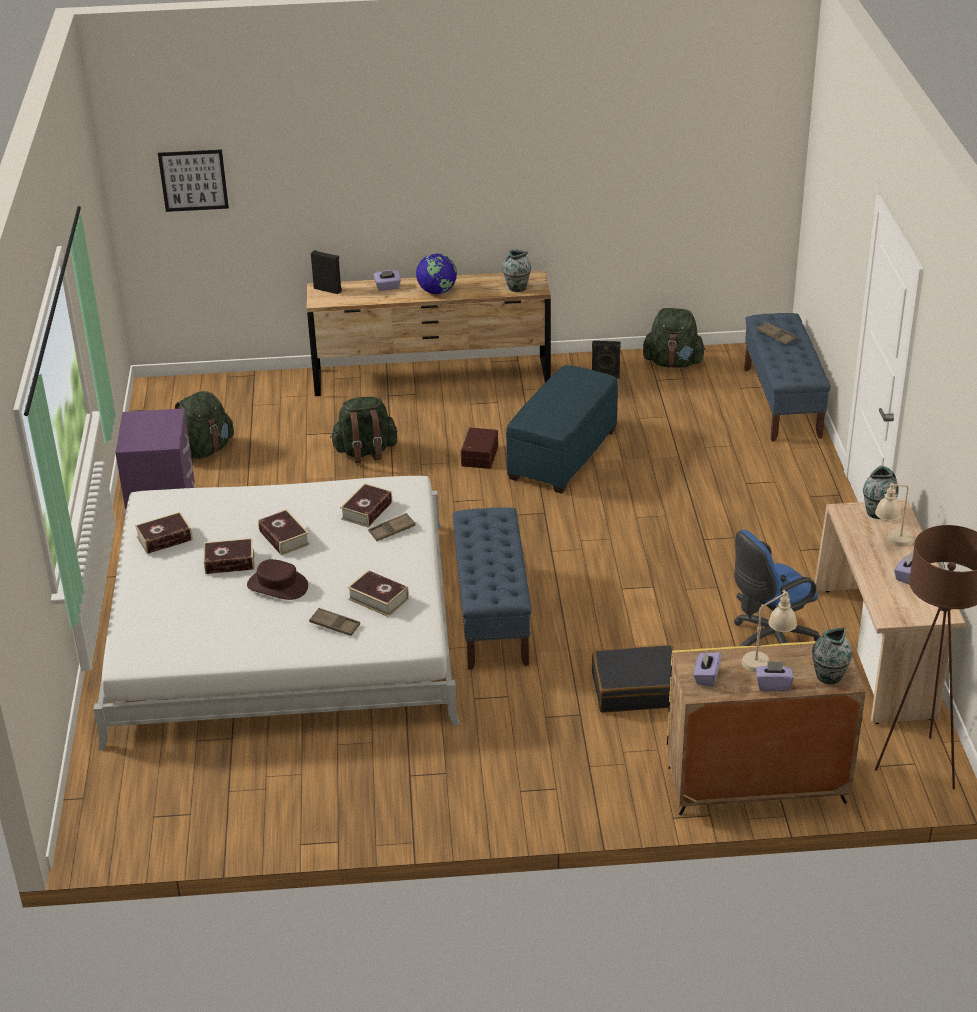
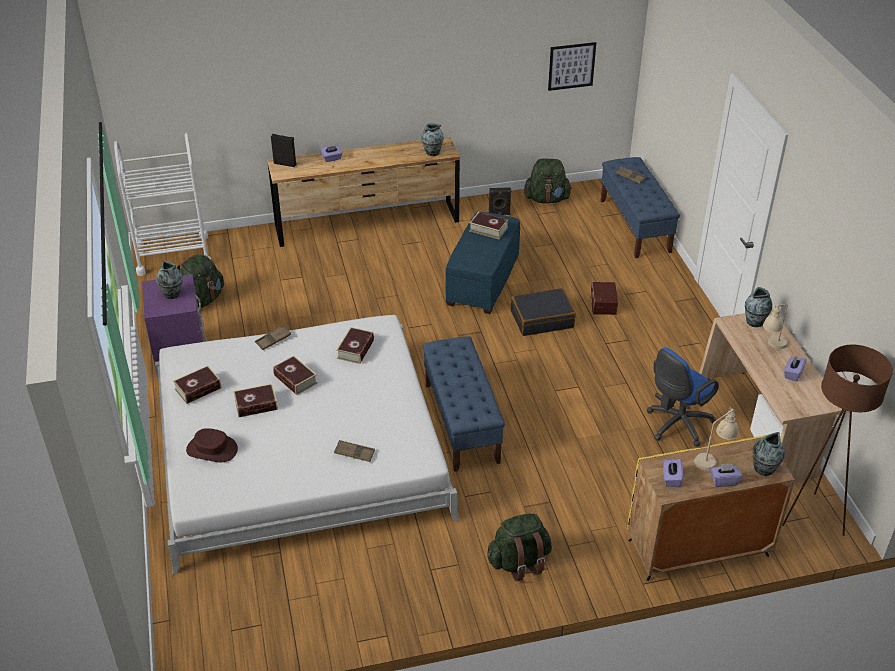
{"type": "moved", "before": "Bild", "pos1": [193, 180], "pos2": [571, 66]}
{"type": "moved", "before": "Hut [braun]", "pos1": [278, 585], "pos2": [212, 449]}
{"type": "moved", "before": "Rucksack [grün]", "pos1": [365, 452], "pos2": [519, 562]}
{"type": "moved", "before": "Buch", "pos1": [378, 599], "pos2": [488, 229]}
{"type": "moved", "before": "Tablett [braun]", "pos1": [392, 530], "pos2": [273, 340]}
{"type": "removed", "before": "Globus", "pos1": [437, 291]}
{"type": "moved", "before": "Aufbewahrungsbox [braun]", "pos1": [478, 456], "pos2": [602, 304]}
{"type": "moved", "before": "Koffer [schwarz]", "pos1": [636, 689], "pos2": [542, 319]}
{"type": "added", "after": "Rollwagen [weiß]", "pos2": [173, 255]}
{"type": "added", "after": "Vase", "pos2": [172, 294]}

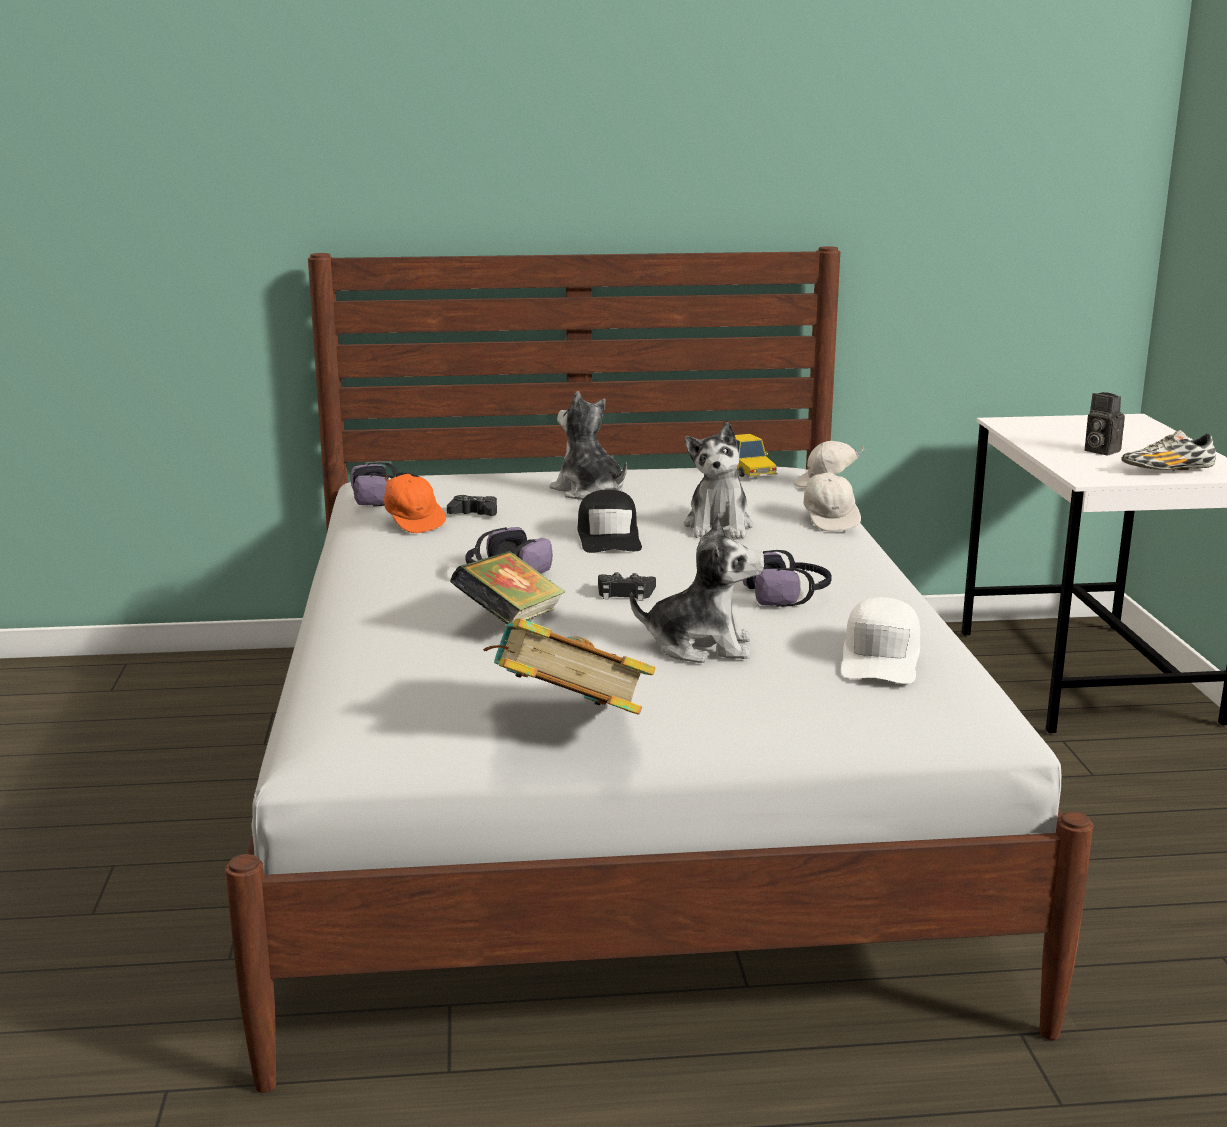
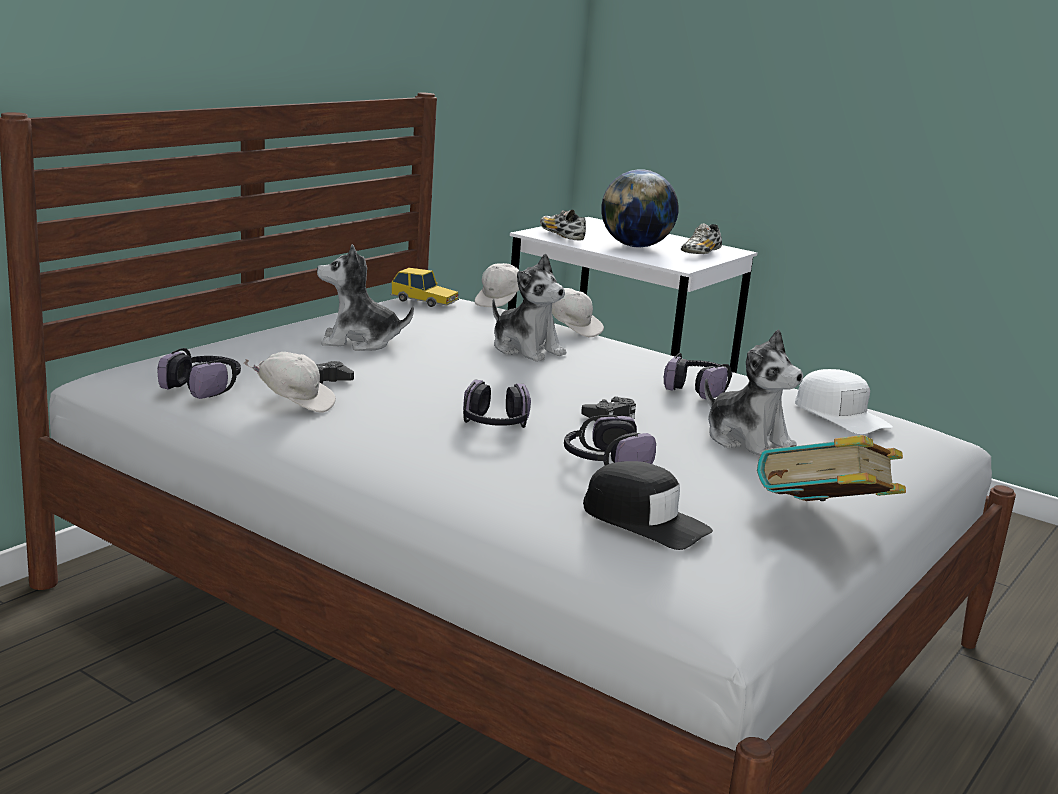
{"type": "recoloured", "before": "Kappe [orange]", "after": "Kappe [weiß]", "pos1": [413, 522], "pos2": [295, 402]}
{"type": "replaced", "before": "Buch", "after": "Kopfhörer", "pos1": [510, 622], "pos2": [604, 462]}
{"type": "moved", "before": "Kappe [schwarz]", "pos1": [609, 537], "pos2": [644, 521]}
{"type": "turned", "before": "Plüschtier", "pos1": [700, 646], "pos2": [747, 440], "turn": 90}
{"type": "replaced", "before": "Kamera", "after": "Globus", "pos1": [1099, 451], "pos2": [636, 246]}
{"type": "added", "after": "Schuh", "pos2": [561, 236]}

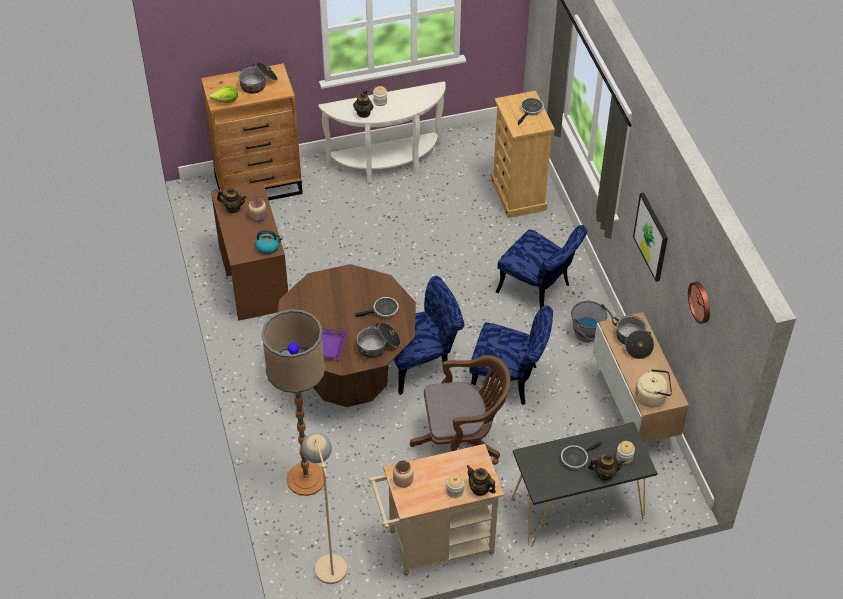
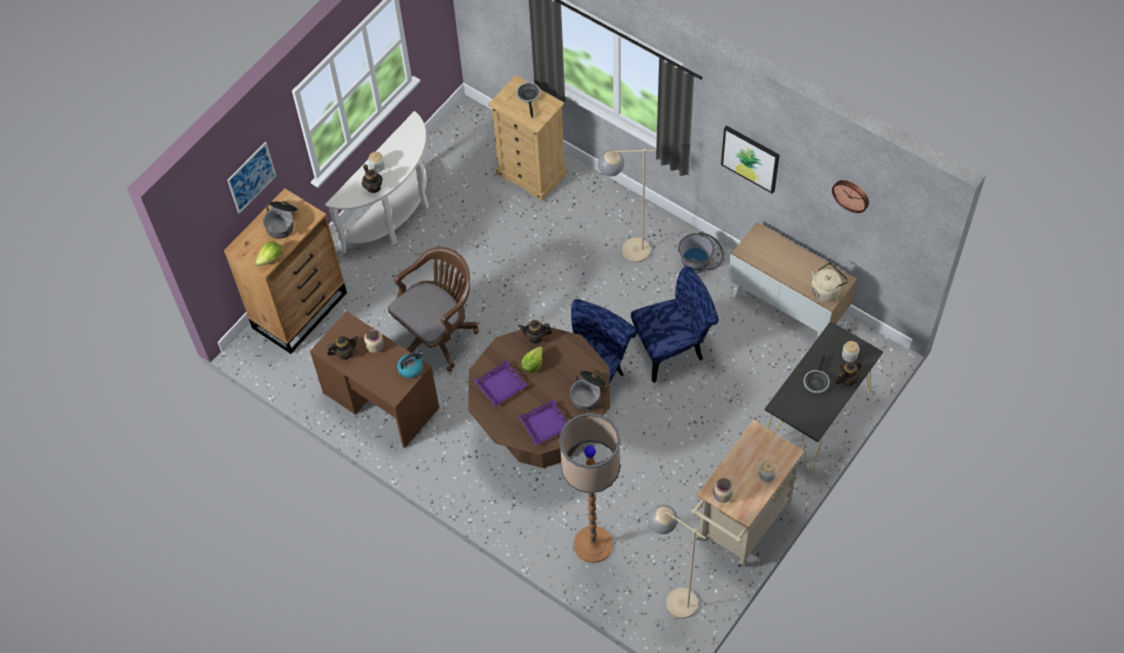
{"type": "removed", "before": "Pfanne", "pos1": [383, 311]}
{"type": "moved", "before": "Bürostuhl [braun]", "pos1": [462, 443], "pos2": [437, 333]}
{"type": "moved", "before": "Teekanne", "pos1": [480, 489], "pos2": [536, 337]}
{"type": "replaced", "before": "Stuhl [blau]", "after": "Stehlampe [beige]", "pos1": [539, 290], "pos2": [625, 251]}
{"type": "removed", "before": "Kochtopf", "pos1": [632, 341]}
{"type": "added", "after": "Bild", "pos2": [251, 177]}
{"type": "added", "after": "Tablett [lila]", "pos2": [501, 385]}
{"type": "added", "after": "Salatkopf", "pos2": [532, 364]}

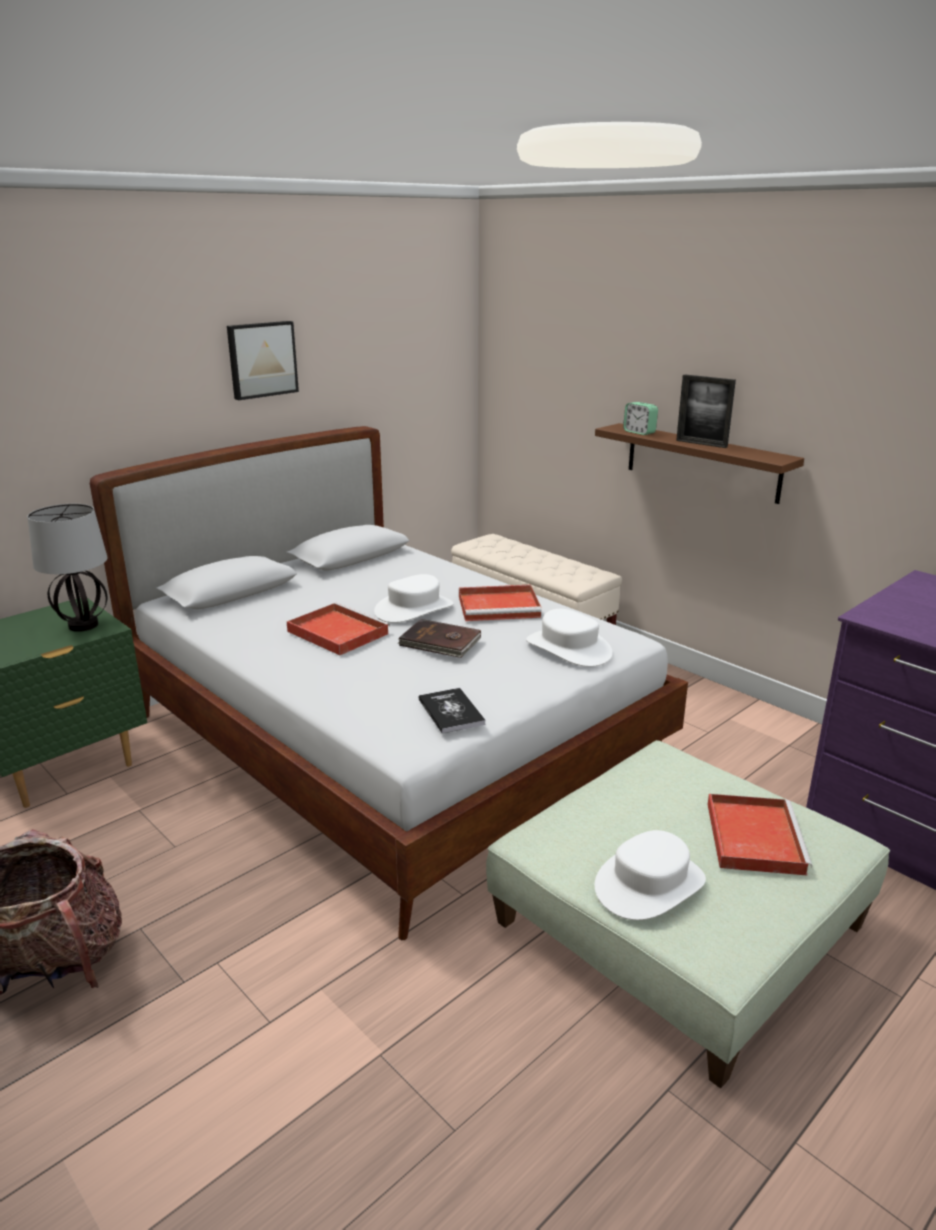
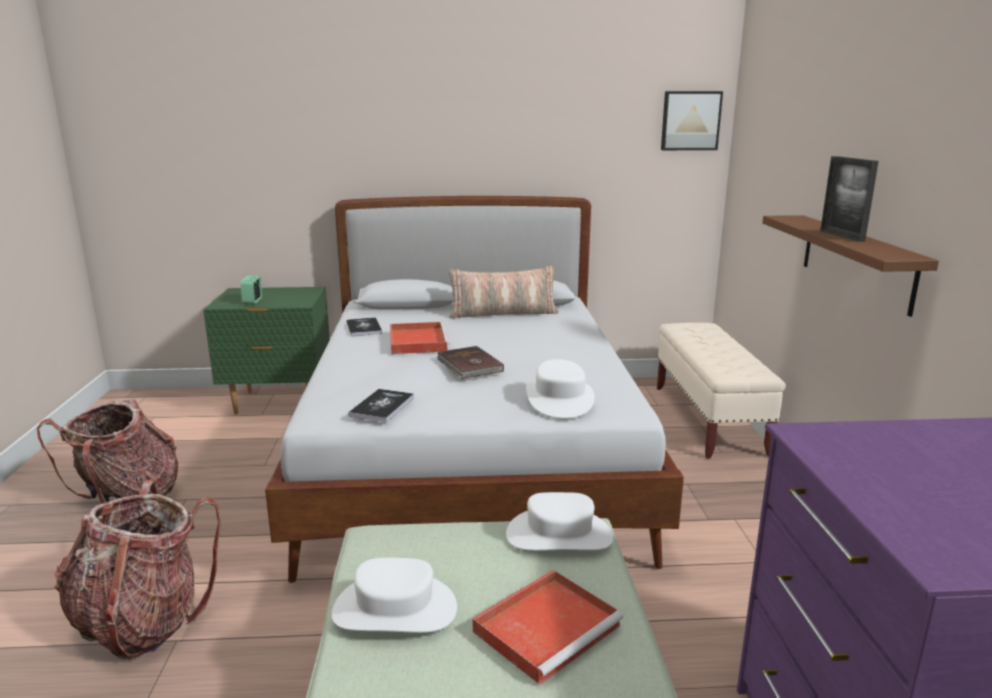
{"type": "removed", "before": "Tischlampe", "pos1": [83, 626]}
{"type": "moved", "before": "Bild", "pos1": [261, 359], "pos2": [690, 121]}
{"type": "moved", "before": "Hut [weiß]", "pos1": [414, 609], "pos2": [559, 535]}
{"type": "removed", "before": "Tablett [rot]", "pos1": [500, 606]}
{"type": "moved", "before": "Wecker", "pos1": [639, 432], "pos2": [253, 301]}
{"type": "added", "after": "Rucksack", "pos2": [143, 622]}
{"type": "added", "after": "Buch", "pos2": [364, 328]}
{"type": "added", "after": "Kissen", "pos2": [503, 314]}

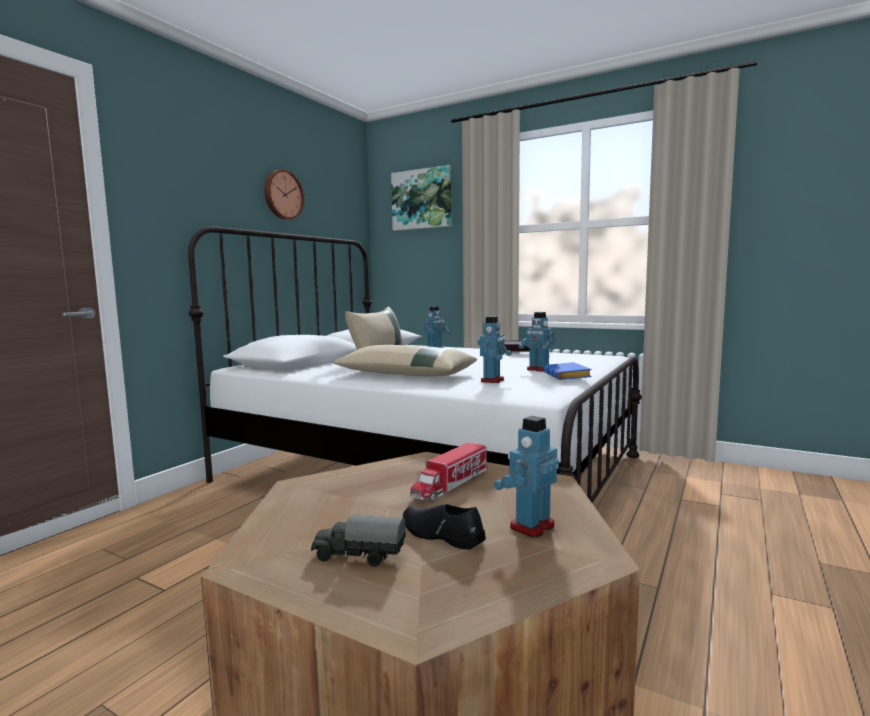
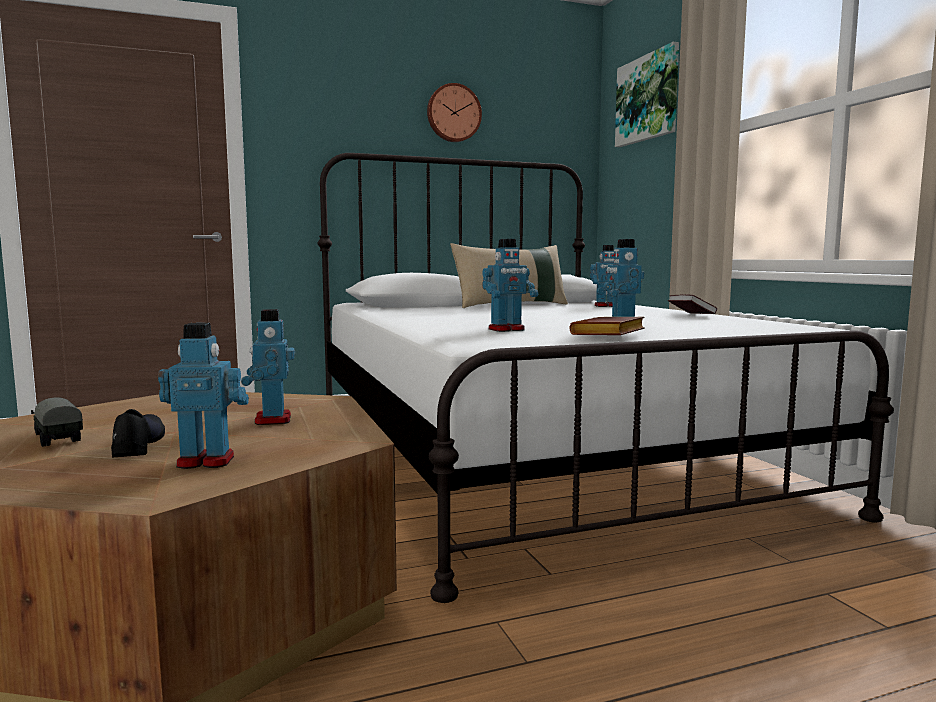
{"type": "removed", "before": "Kissen [beige]", "pos1": [405, 375]}
{"type": "replaced", "before": "Spielzeuglaster", "after": "Spielzeugroboter", "pos1": [450, 484], "pos2": [272, 420]}
{"type": "recoloured", "before": "Buch [blau]", "after": "Buch [braun]", "pos1": [568, 376], "pos2": [609, 334]}

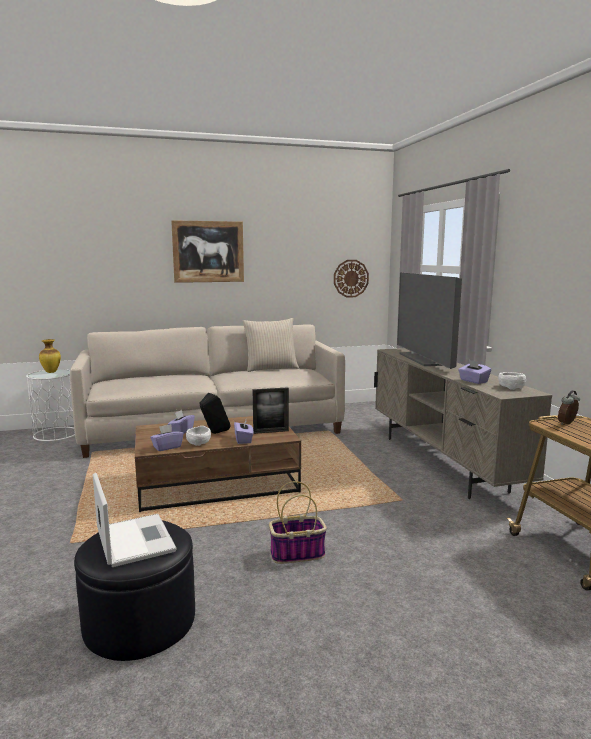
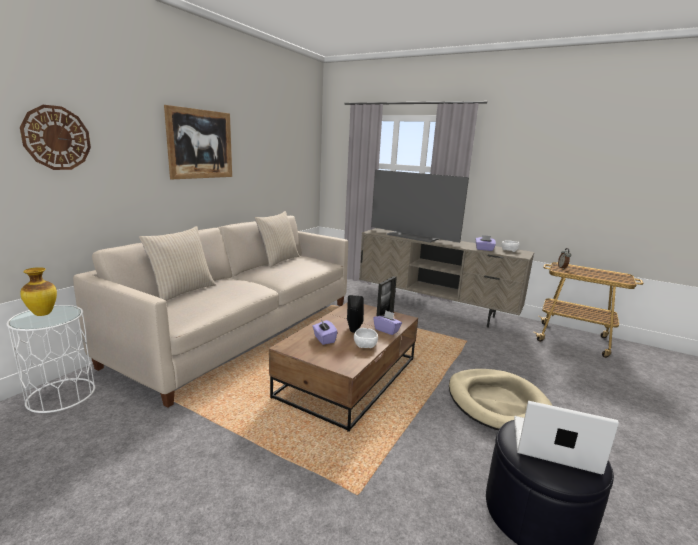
{"type": "removed", "before": "Taschentuchbox [lila]", "pos1": [167, 447]}
{"type": "replaced", "before": "Korb", "after": "Hundebett [beige]", "pos1": [298, 553], "pos2": [497, 403]}
{"type": "moved", "before": "Wanduhr", "pos1": [351, 278], "pos2": [56, 138]}
{"type": "added", "after": "Kissen [beige]", "pos2": [182, 291]}

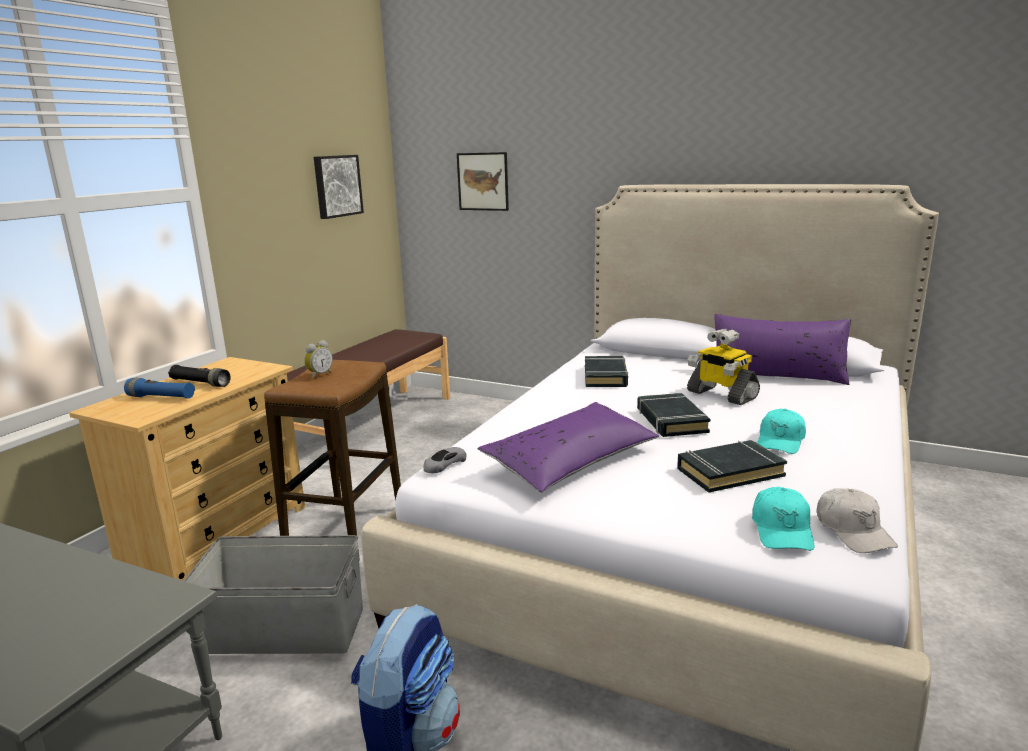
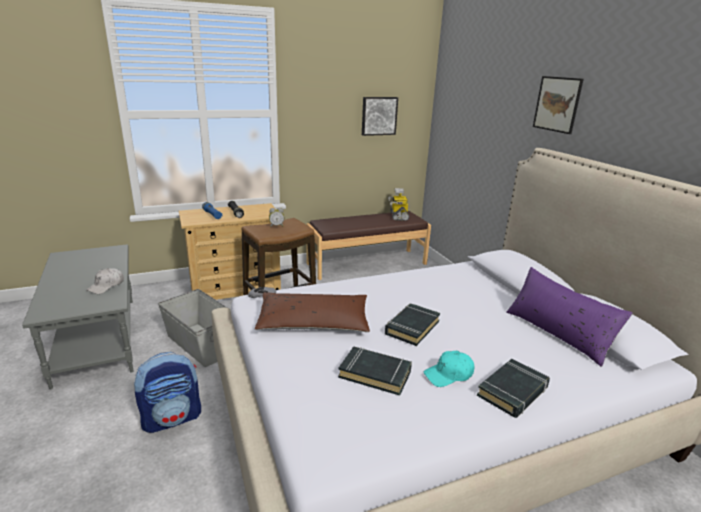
{"type": "moved", "before": "Bild", "pos1": [483, 181], "pos2": [557, 104]}
{"type": "recoloured", "before": "Kissen [lila]", "after": "Kissen [braun]", "pos1": [571, 461], "pos2": [313, 323]}
{"type": "moved", "before": "Buch [schwarz]", "pos1": [605, 376], "pos2": [513, 392]}
{"type": "moved", "before": "Spielzeugroboter", "pos1": [721, 395], "pos2": [398, 216]}
{"type": "removed", "before": "Kappe [türkis]", "pos1": [782, 530]}
{"type": "moved", "before": "Kappe [weiß]", "pos1": [853, 531], "pos2": [106, 286]}

